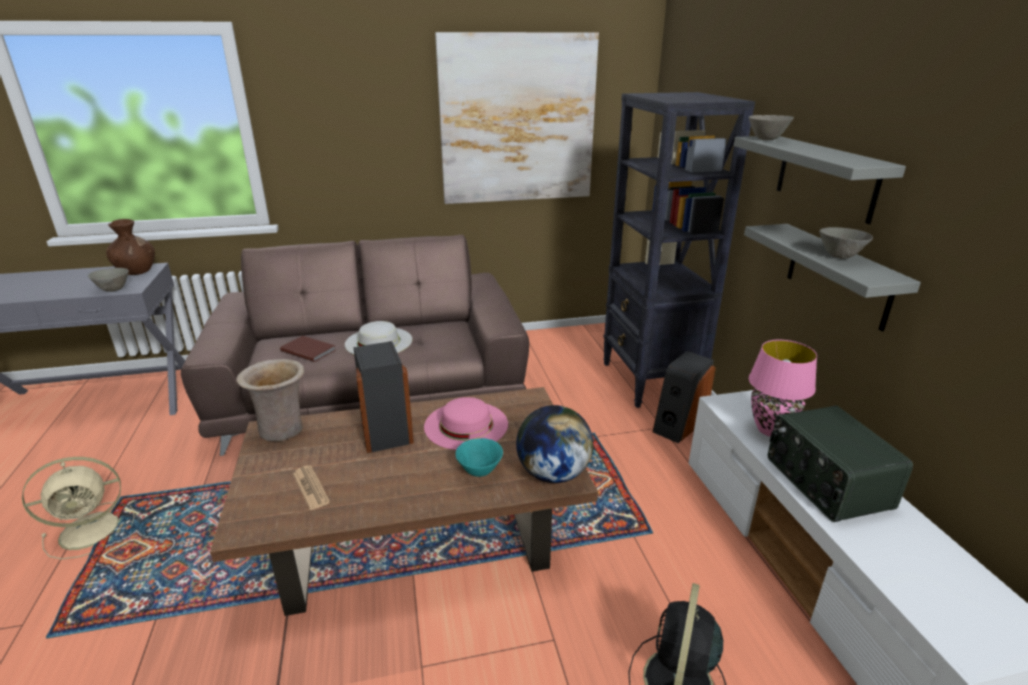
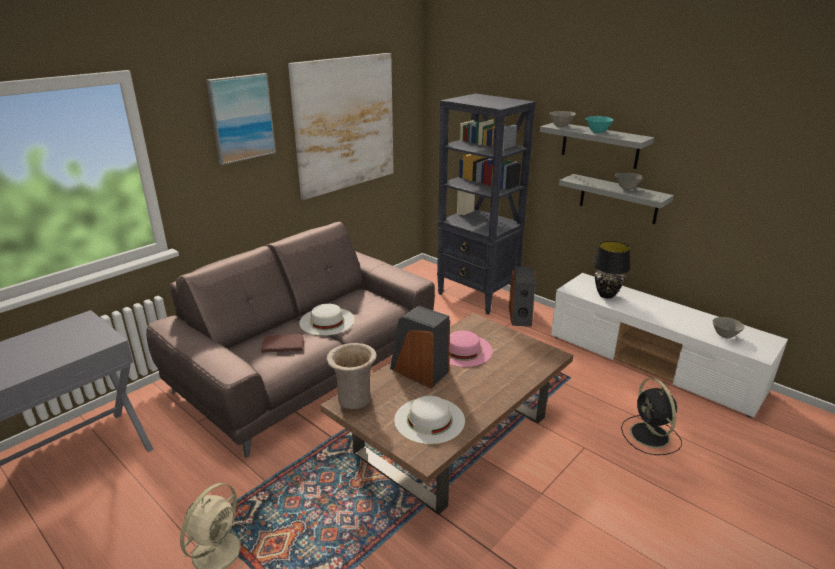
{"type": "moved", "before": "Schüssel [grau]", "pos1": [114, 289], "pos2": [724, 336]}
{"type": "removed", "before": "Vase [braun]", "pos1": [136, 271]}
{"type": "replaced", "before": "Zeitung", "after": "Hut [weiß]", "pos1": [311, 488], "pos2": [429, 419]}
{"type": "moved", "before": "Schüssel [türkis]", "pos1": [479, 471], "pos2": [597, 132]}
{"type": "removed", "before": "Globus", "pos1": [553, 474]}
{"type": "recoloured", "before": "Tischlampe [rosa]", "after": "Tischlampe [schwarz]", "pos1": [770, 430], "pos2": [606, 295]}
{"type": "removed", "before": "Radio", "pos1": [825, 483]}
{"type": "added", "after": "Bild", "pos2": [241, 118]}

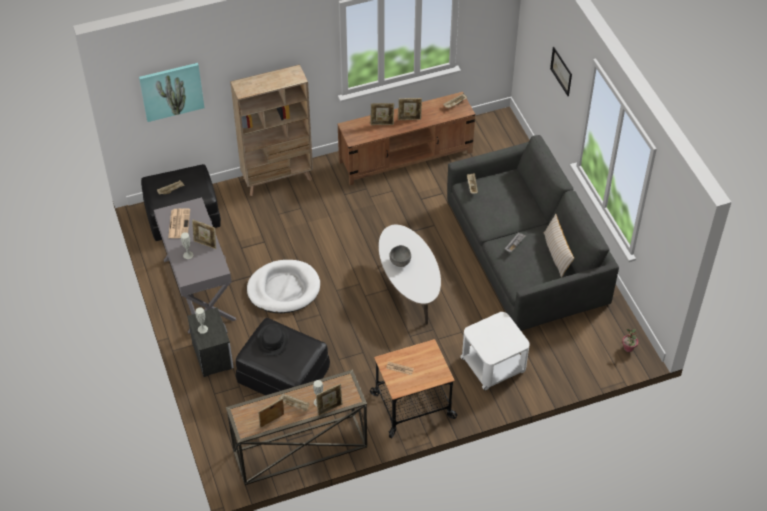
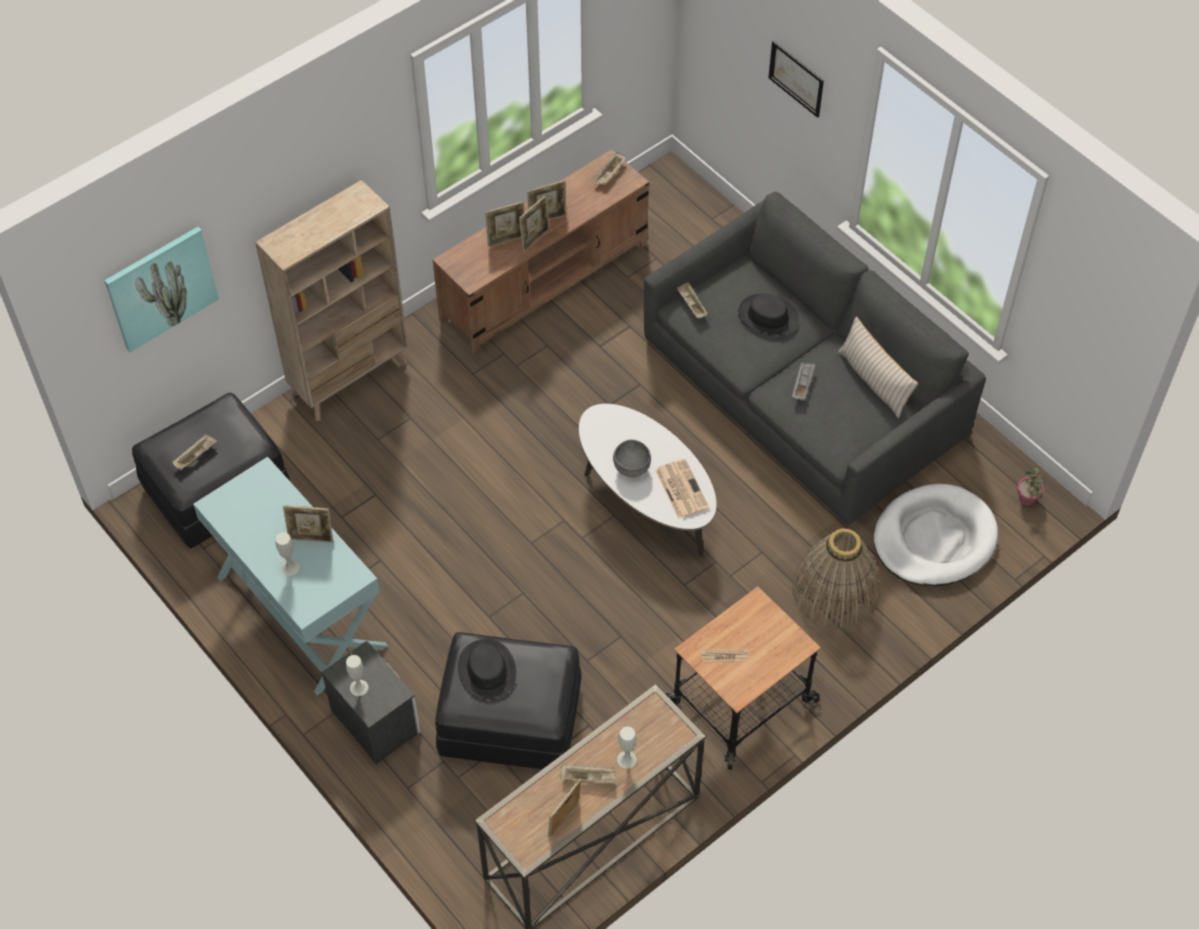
{"type": "recoloured", "before": "Konsolentisch [grau]", "after": "Konsolentisch [türkis]", "pos1": [198, 289], "pos2": [300, 611]}
{"type": "moved", "before": "Zeitung", "pos1": [179, 223], "pos2": [681, 488]}
{"type": "moved", "before": "Hundebett [weiß]", "pos1": [283, 289], "pos2": [933, 539]}
{"type": "moved", "before": "Bilderrahmen", "pos1": [329, 409], "pos2": [535, 239]}
{"type": "replaced", "before": "Beistelltisch [weiß]", "after": "Korb", "pos1": [493, 364], "pos2": [835, 590]}
{"type": "added", "after": "Hut [schwarz]", "pos2": [768, 315]}

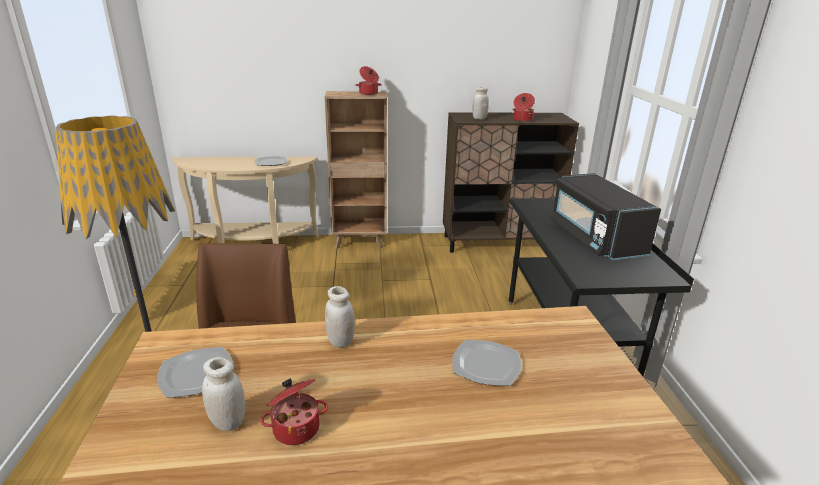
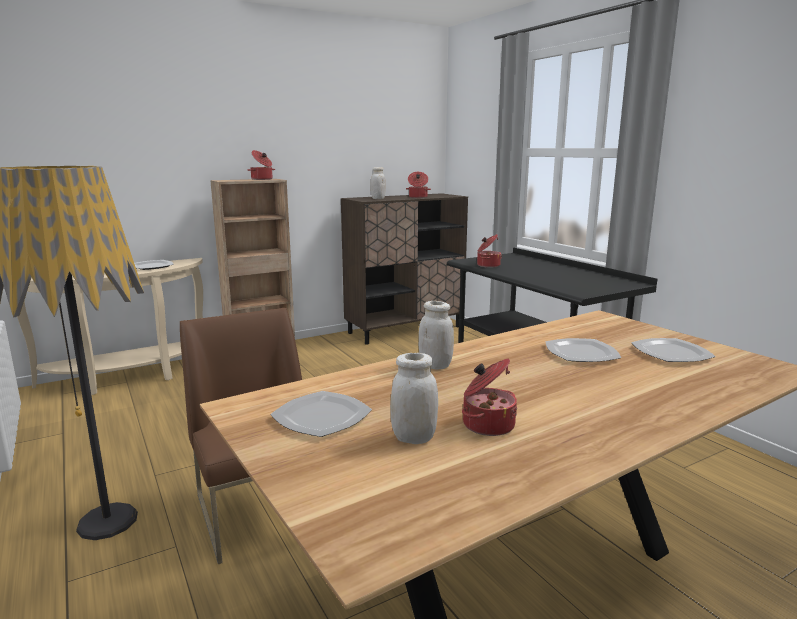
{"type": "removed", "before": "Mikrowelle [schwarz]", "pos1": [594, 239]}
{"type": "added", "after": "Kochtopf", "pos2": [487, 265]}
{"type": "added", "after": "Teller", "pos2": [670, 353]}

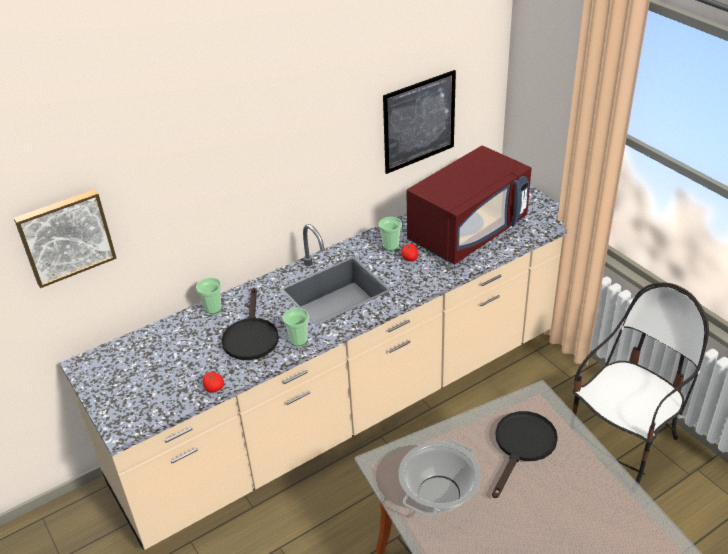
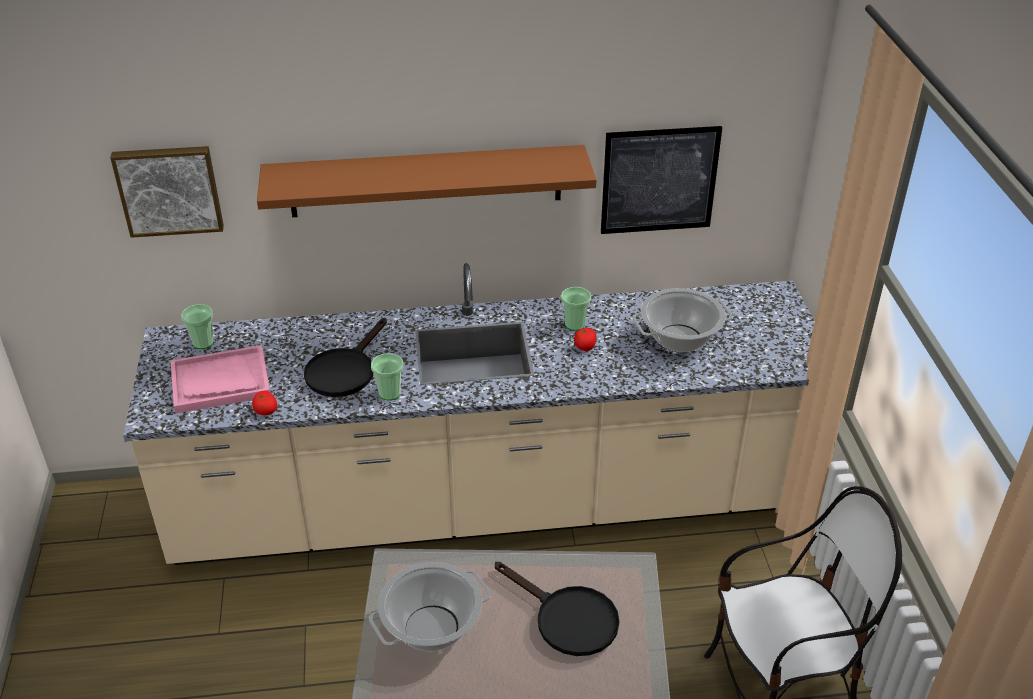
{"type": "moved", "before": "Tasse", "pos1": [213, 308], "pos2": [203, 342]}
{"type": "replaced", "before": "Mikrowelle [rot]", "after": "Kochtopf", "pos1": [467, 231], "pos2": [680, 338]}
{"type": "turned", "before": "Pfanne [schwarz]", "pos1": [522, 446], "pos2": [567, 618], "turn": 75}
{"type": "added", "after": "Tablett [rosa]", "pos2": [220, 382]}
{"type": "added", "after": "Wandregal [braun]", "pos2": [426, 181]}

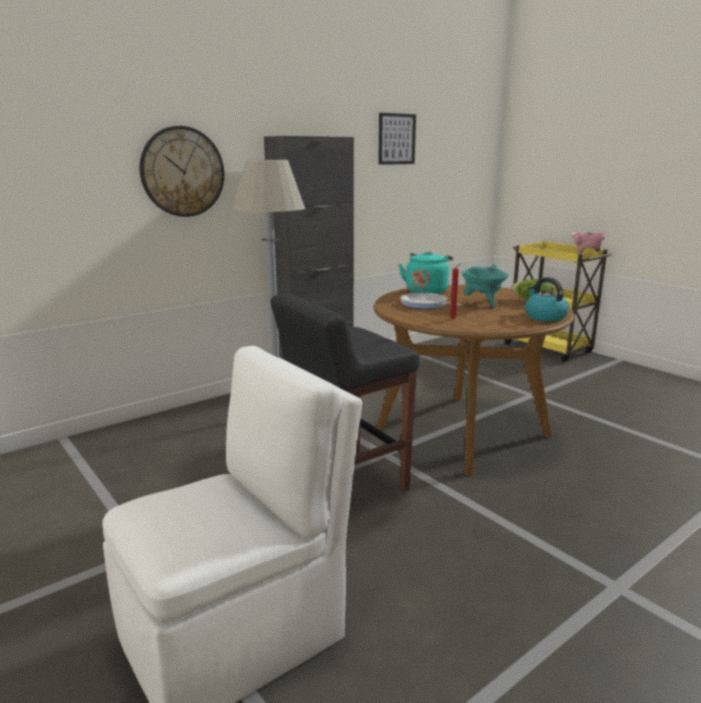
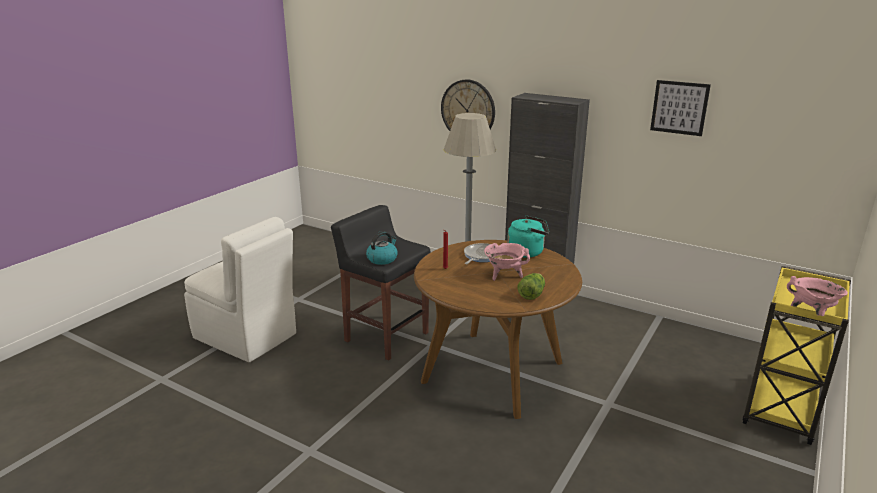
{"type": "recoloured", "before": "Kochtopf [türkis]", "after": "Kochtopf [rosa]", "pos1": [483, 303], "pos2": [504, 275]}
{"type": "moved", "before": "Wasserkessel", "pos1": [544, 316], "pos2": [382, 259]}

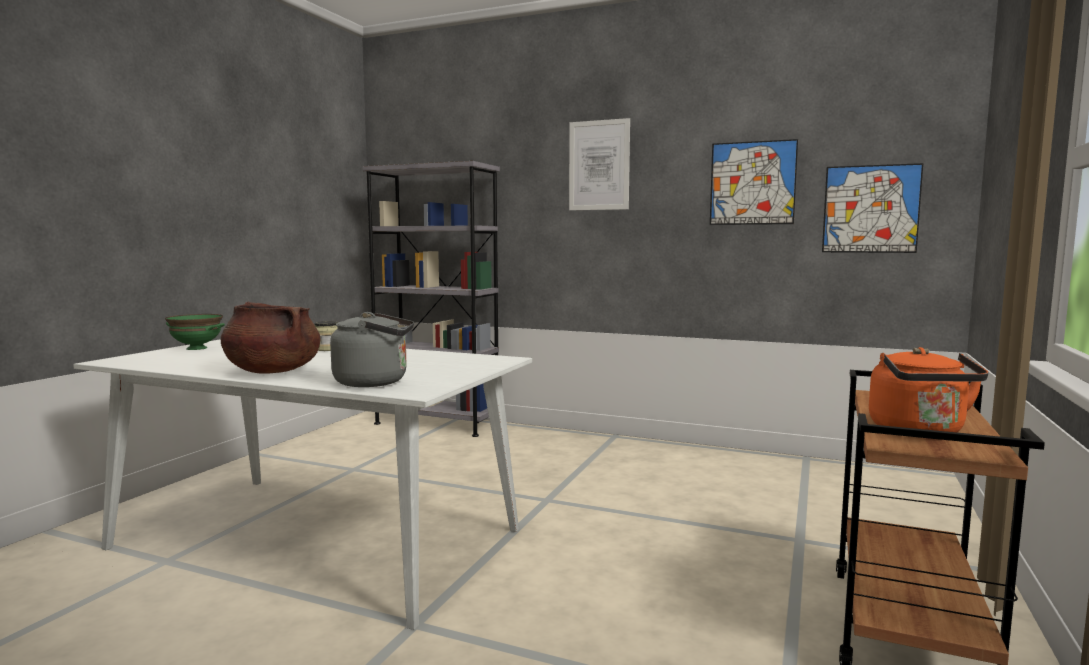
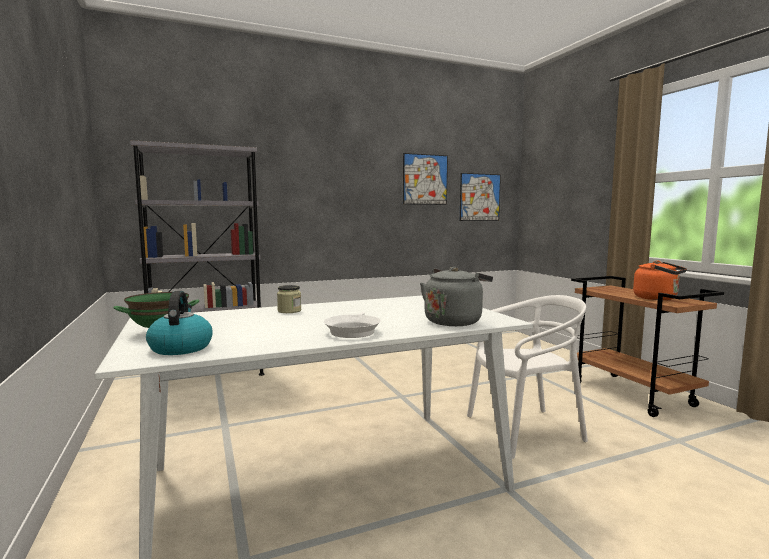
{"type": "replaced", "before": "Kochtopf [braun]", "after": "Pfanne [weiß]", "pos1": [272, 371], "pos2": [352, 331]}
{"type": "removed", "before": "Bild", "pos1": [599, 165]}
{"type": "added", "after": "Wasserkessel", "pos2": [181, 347]}
{"type": "added", "after": "Stuhl [weiß]", "pos2": [524, 430]}

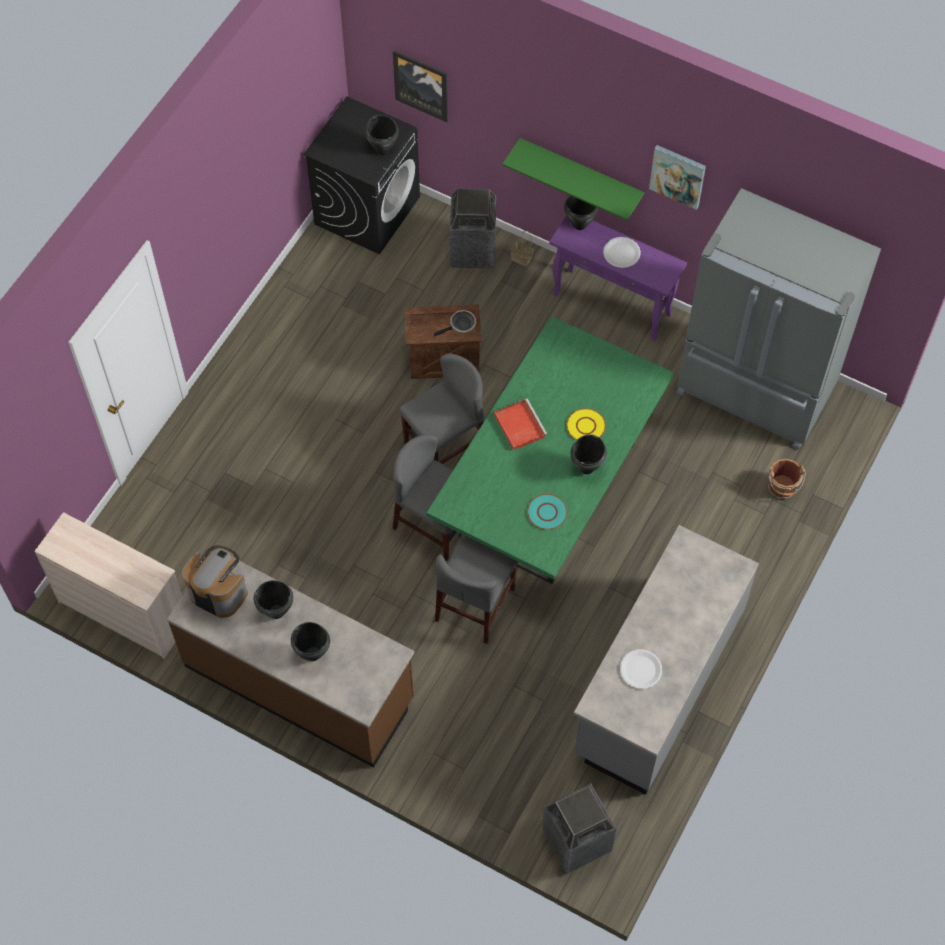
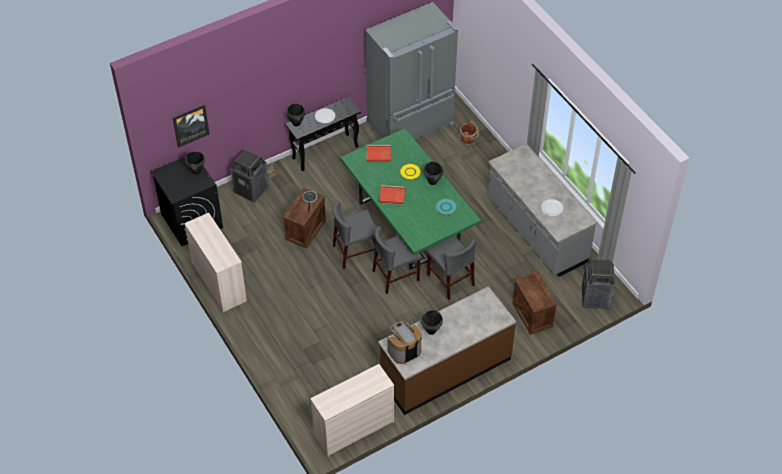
{"type": "removed", "before": "Kochtopf [schwarz]", "pos1": [313, 654]}
{"type": "turned", "before": "Stuhl [grau]", "pos1": [445, 445], "pos2": [355, 252], "turn": -105}
{"type": "removed", "before": "Wandregal [grün]", "pos1": [580, 173]}
{"type": "recoloured", "before": "Konsolentisch [lila]", "after": "Konsolentisch [schwarz]", "pos1": [613, 304], "pos2": [325, 152]}
{"type": "removed", "before": "Bild", "pos1": [678, 175]}
{"type": "added", "after": "Kommode [beige]", "pos2": [219, 282]}
{"type": "added", "after": "Tablett [rot]", "pos2": [378, 154]}
{"type": "added", "after": "Kiste", "pos2": [533, 315]}

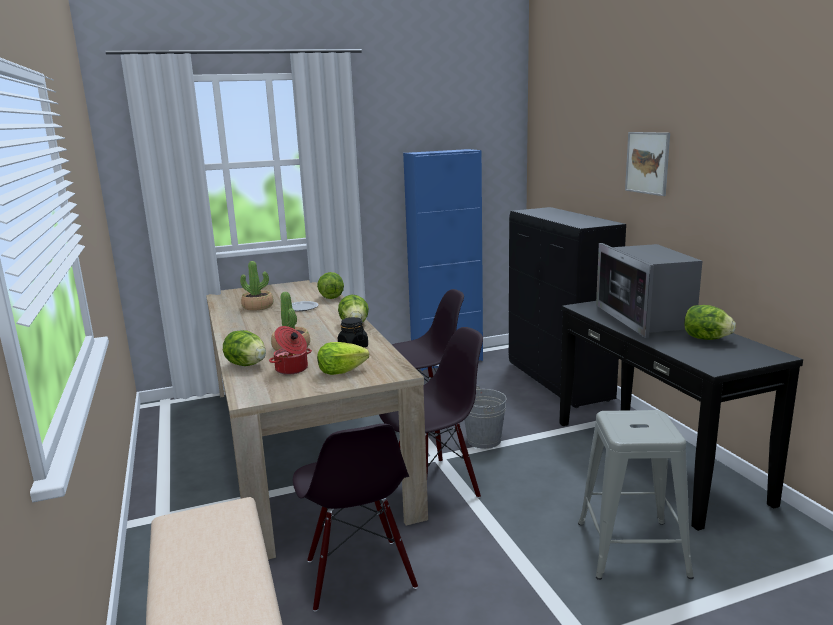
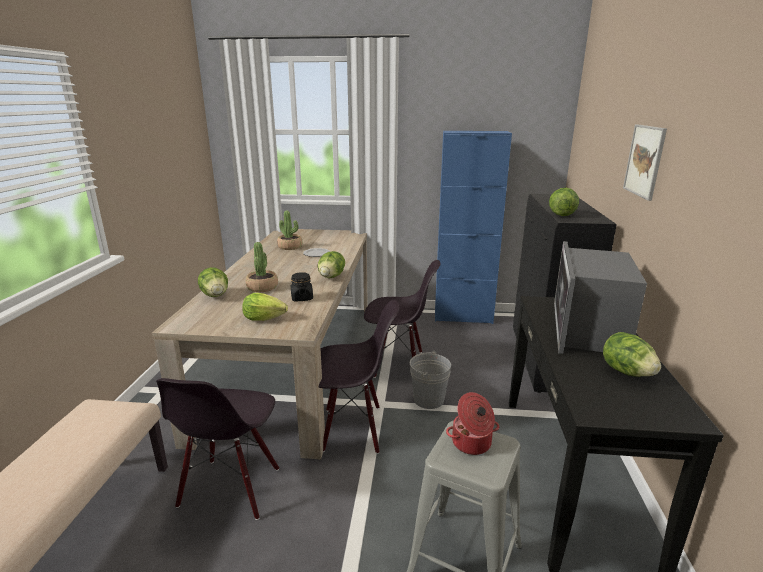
{"type": "moved", "before": "Kochtopf", "pos1": [292, 369], "pos2": [472, 443]}
{"type": "moved", "before": "Salatkopf", "pos1": [331, 297], "pos2": [561, 215]}

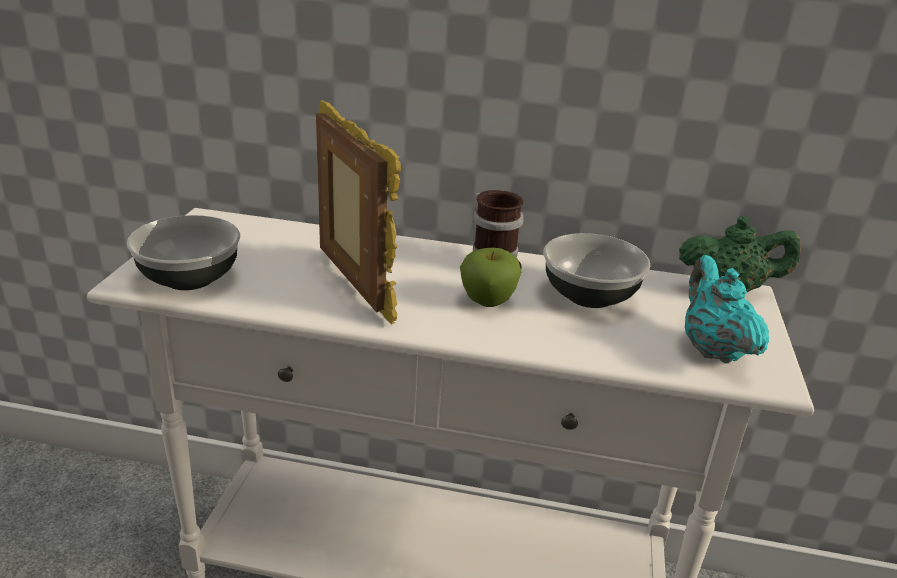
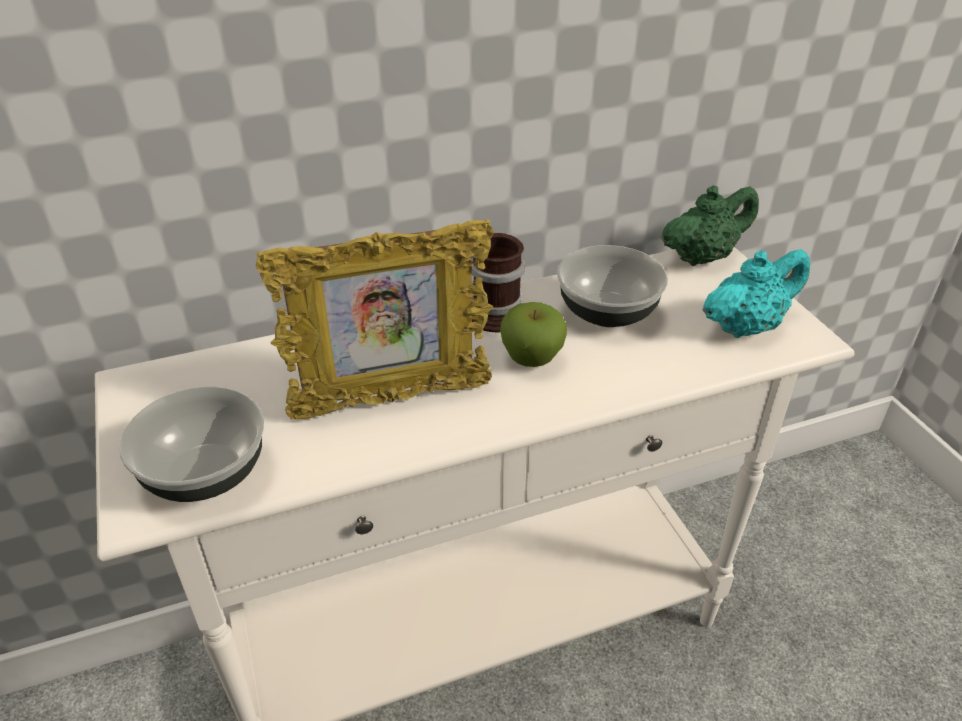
{"type": "turned", "before": "Bilderrahmen", "pos1": [353, 286], "pos2": [391, 400], "turn": 135}
{"type": "turned", "before": "Teekanne [türkis]", "pos1": [712, 349], "pos2": [746, 327], "turn": 105}

